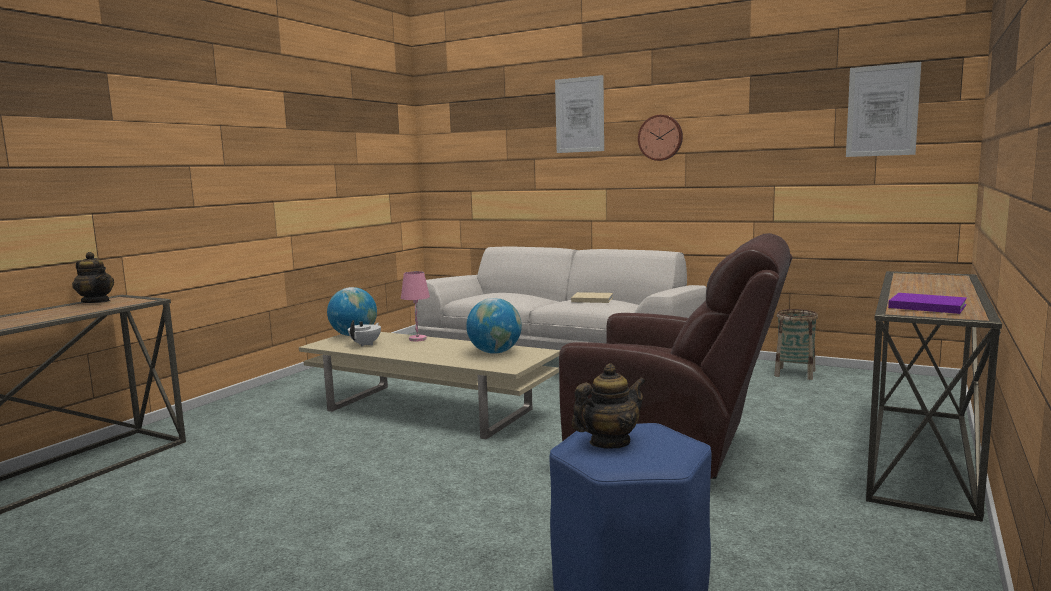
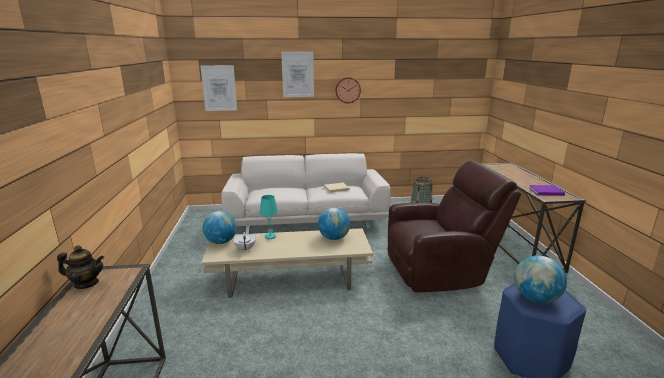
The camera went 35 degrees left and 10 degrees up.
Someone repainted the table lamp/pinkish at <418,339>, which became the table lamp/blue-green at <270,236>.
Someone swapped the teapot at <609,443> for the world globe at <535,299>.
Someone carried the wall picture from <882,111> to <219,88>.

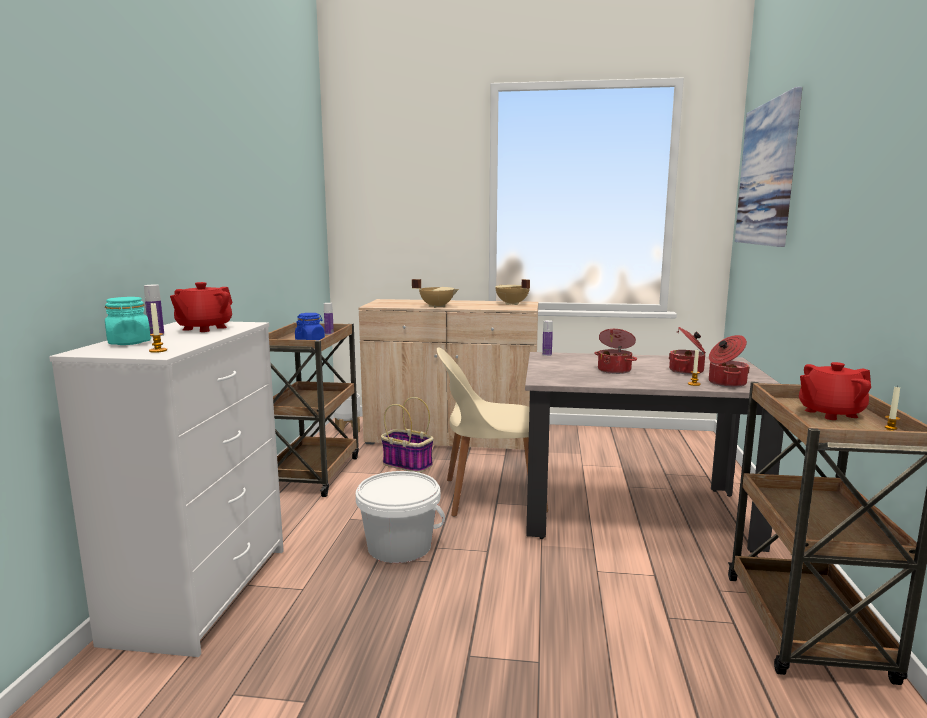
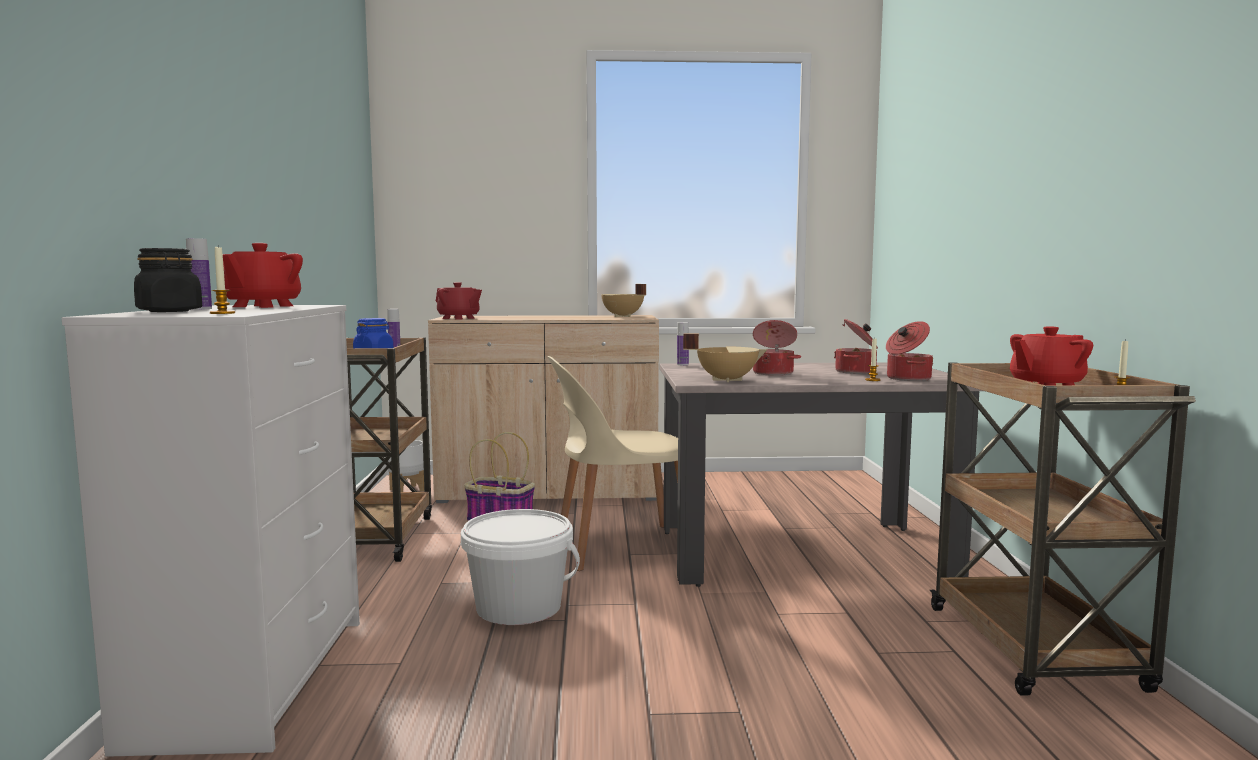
The camera went 10 degrees left and 5 degrees down.
Someone repainted the jar/blue-green at <129,343>, which became the jar/black-coloured at <169,311>.
Someone carried the cooking pot/beige from <437,306> to <726,380>.
Someone took away the wall picture at <767,174>.
Someone put down the teapot/red at <458,318>.

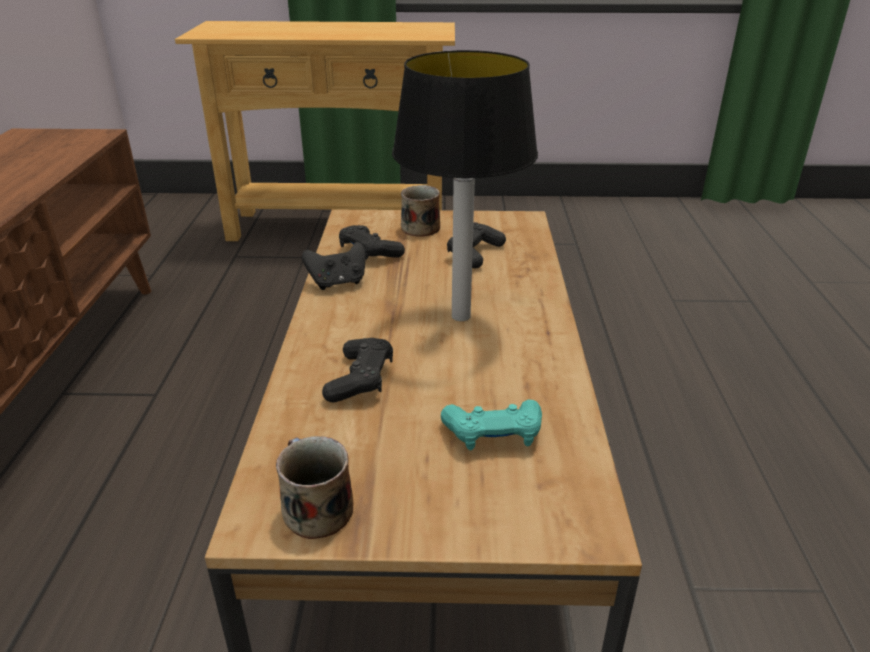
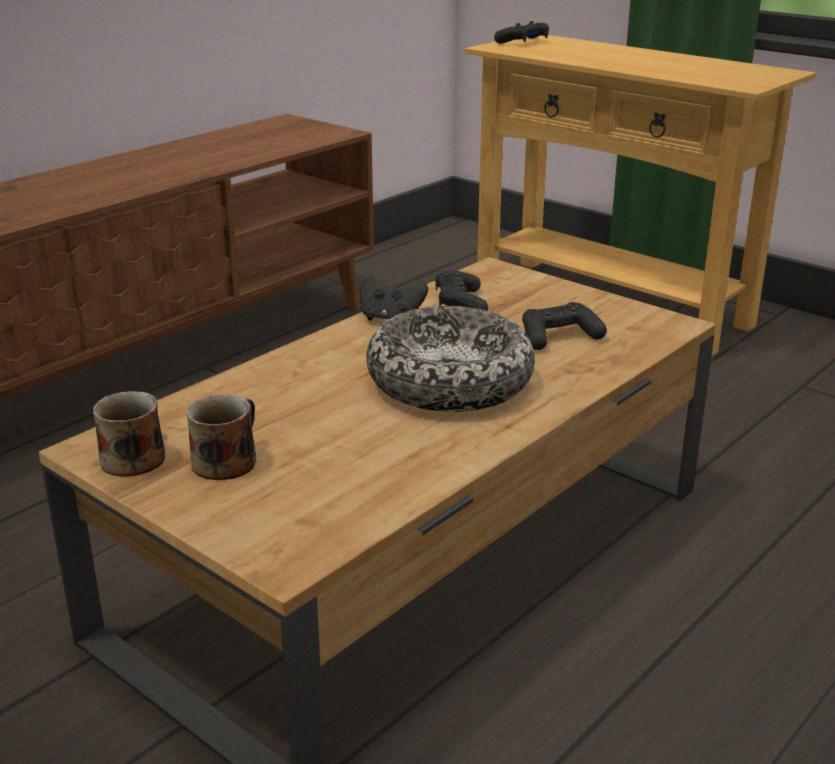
The camera went 40 degrees right and 5 degrees down.
Someone carried the joypad/black-coloured from <360,379> to <523,42>.
Someone swapped the table lamp at <459,316> for the bowl at <450,382>.
Someone carried the coffee mug from <419,227> to <226,461>.
Someone took away the joypad/blue-green at <493,434>.

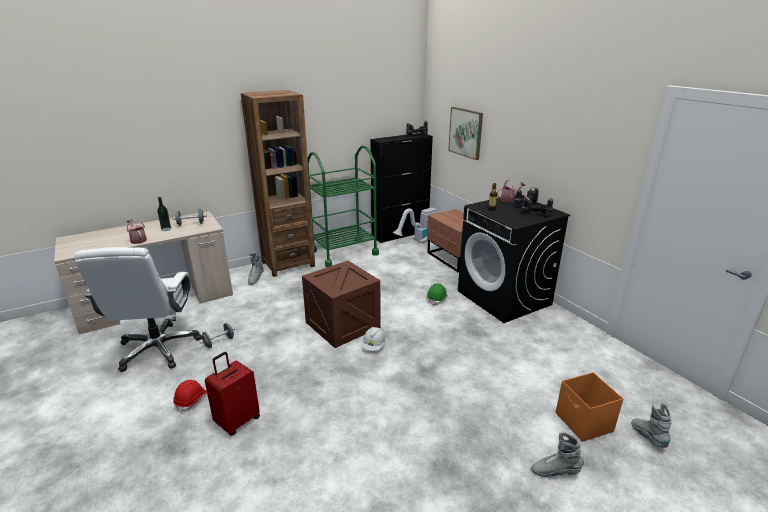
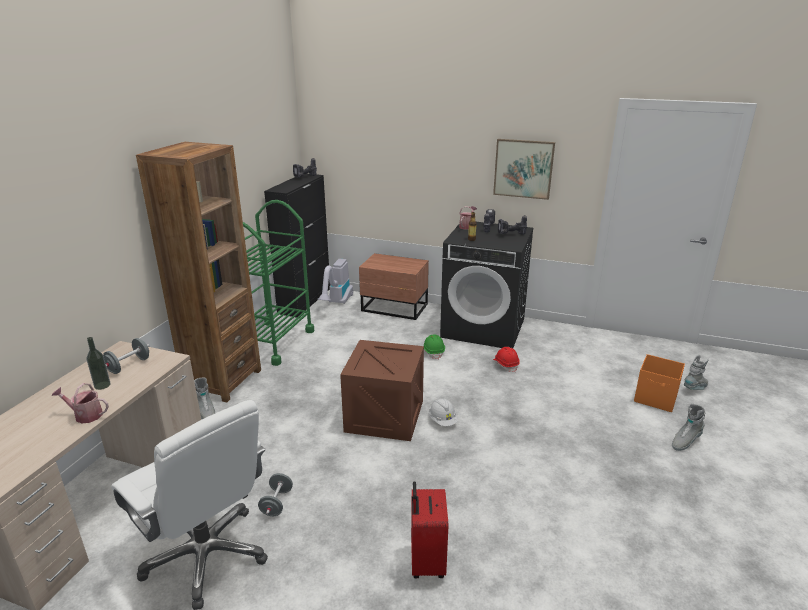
The camera went 40 degrees left and 0 degrees up.
Someone carried the work helmet/red from <191,400> to <506,364>.
Someone carried the wall picture from <466,132> to <523,168>.
Someone rotated the boot/greyish at <648,437> by 105 degrees clockwise.

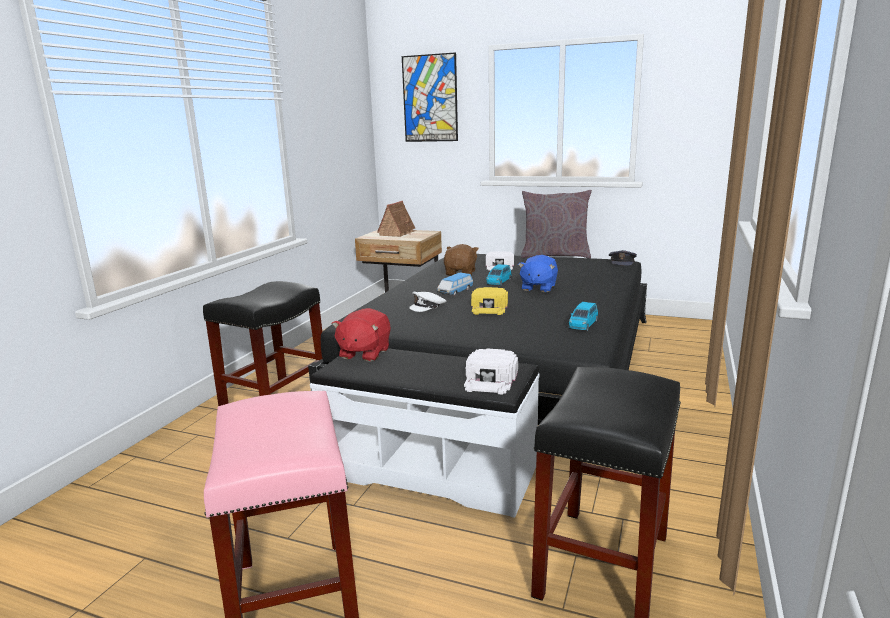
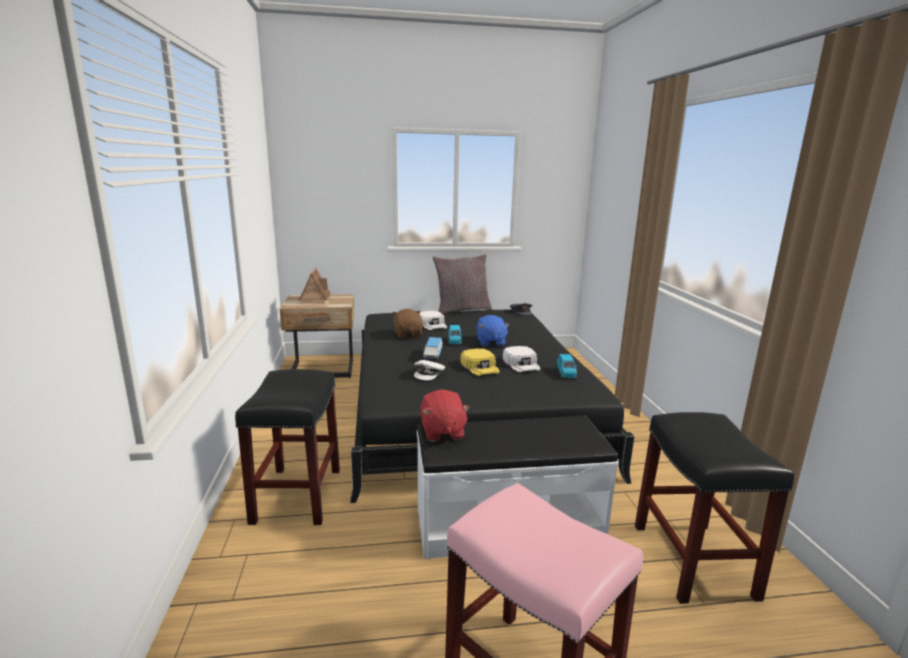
The camera went 30 degrees left and 0 degrees up.
Someone took away the wall picture at <430,98>.
Someone carried the cap/whitish from <491,378> to <521,364>.

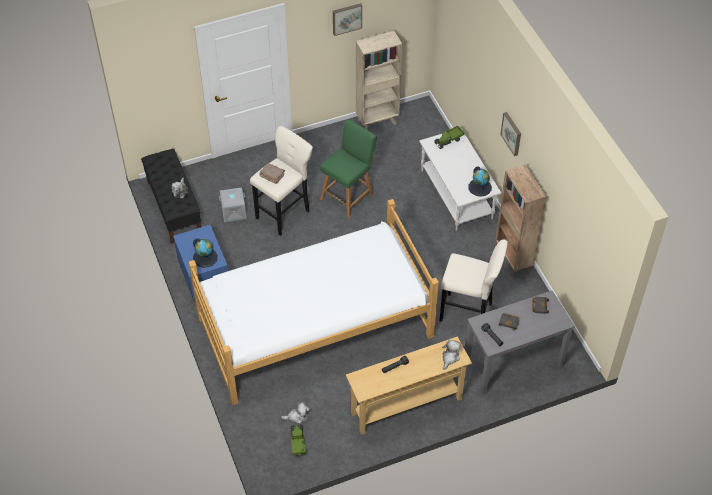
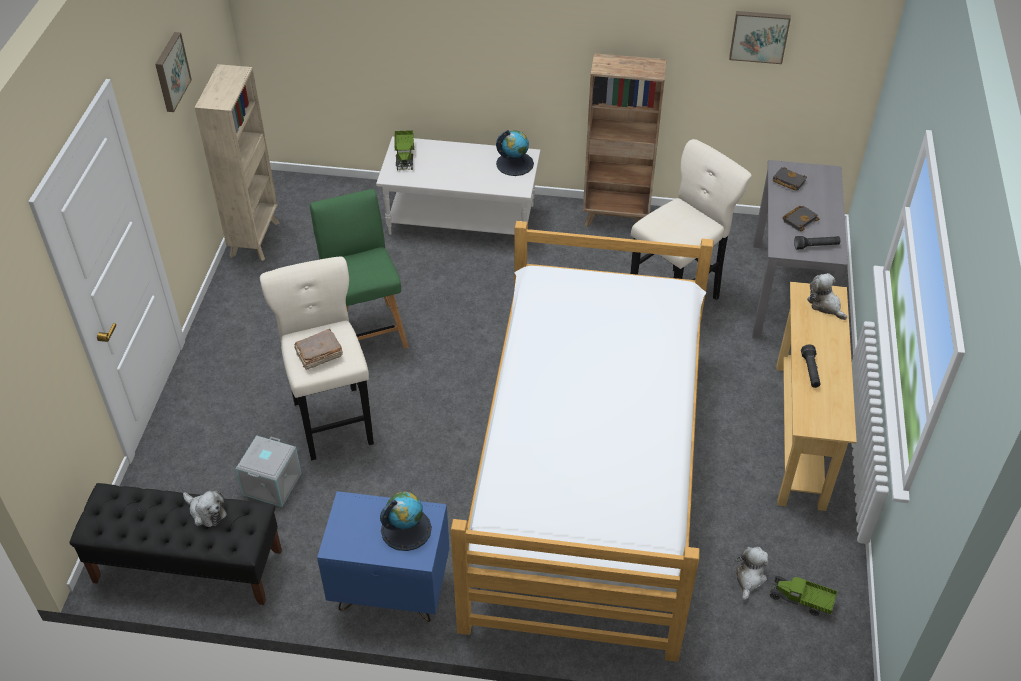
The camera went 60 degrees left and 5 degrees down.
Someone carried the wall picture from <512,133> to <759,36>.

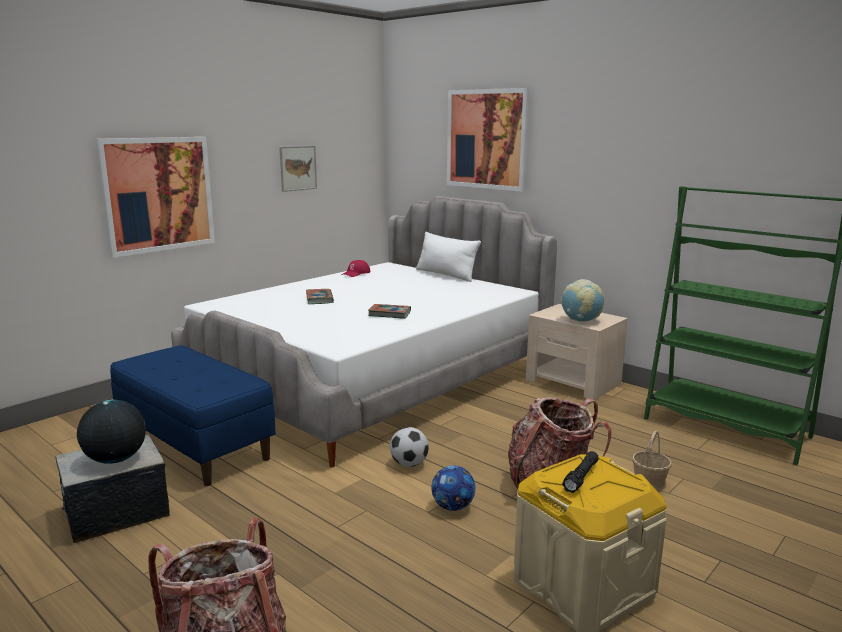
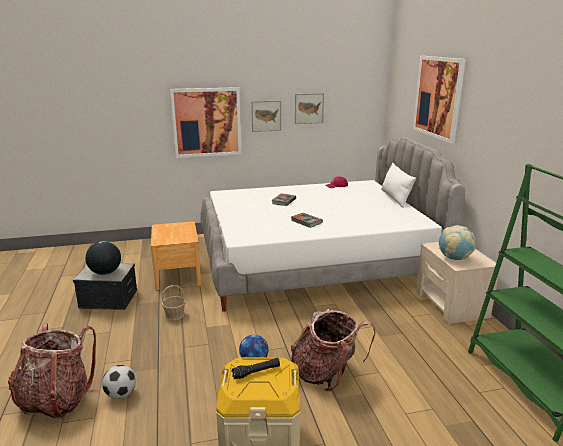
The camera went 35 degrees right and 5 degrees up.
Someone swapped the long seat/bluish at <195,445> for the bedside table/brown-coloured at <177,275>.
Someone carried the football ball from <409,464> to <121,394>.
Someone carried the basket from <649,481> to <175,315>.
Someone put up the wall picture at <266,116>.

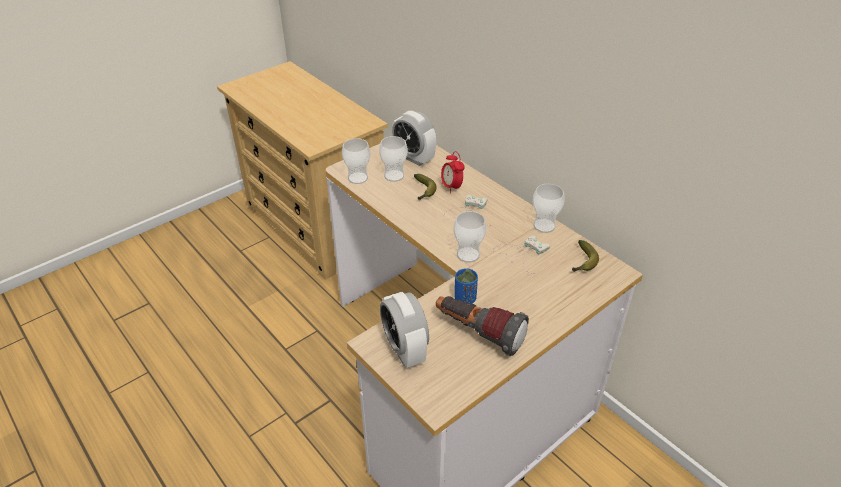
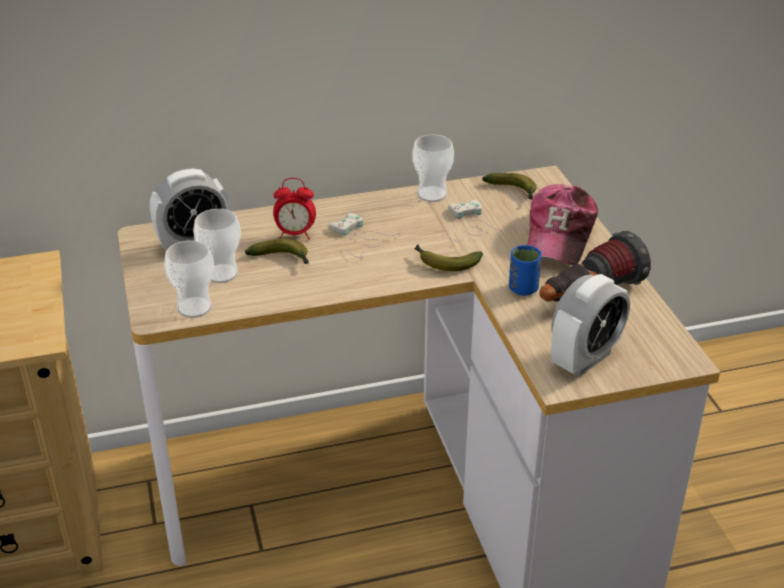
The camera went 65 degrees left and 5 degrees down.
Someone rotated the bedside clock at <404,349> by 45 degrees counterclockwise.
Someone swapped the drinking cup at <468,255> for the whole banana at <444,263>.
Someone put down the cap at <559,236>.

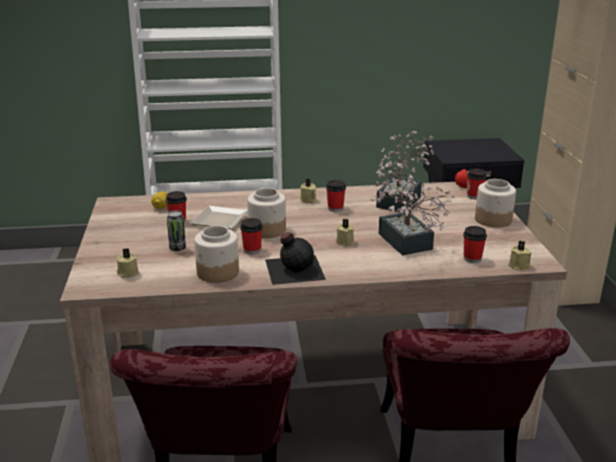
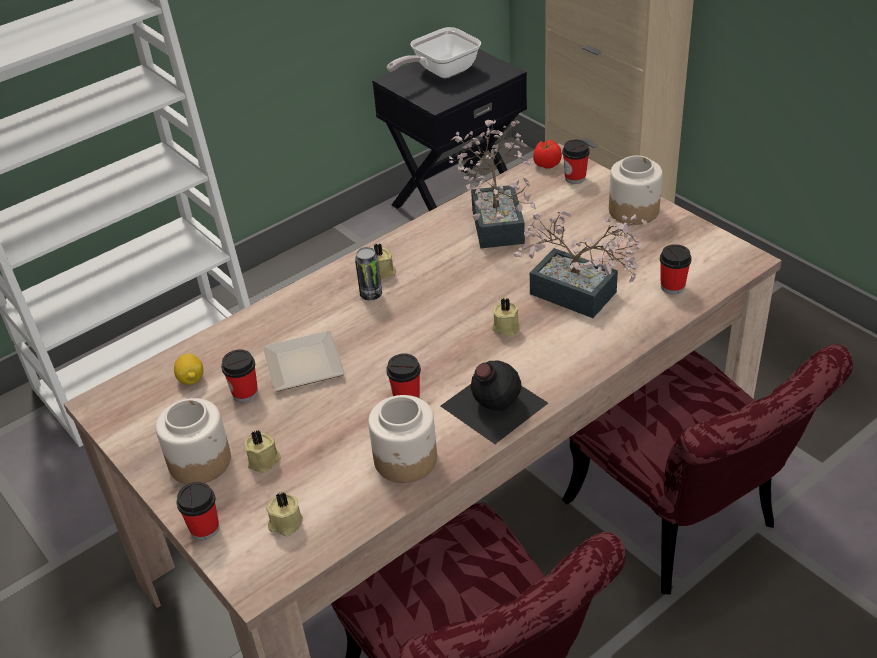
The camera went 30 degrees left and 15 degrees up.
Someone carried the sealed can from <177,248> to <371,295>.
Someone carried the jar from <267,230> to <200,461>.
Someone carried the drinking cup from <335,208> to <205,529>.
Someone carried the candle/beige from <519,266> to <264,461>.
Someone put down the pan at <440,72>.

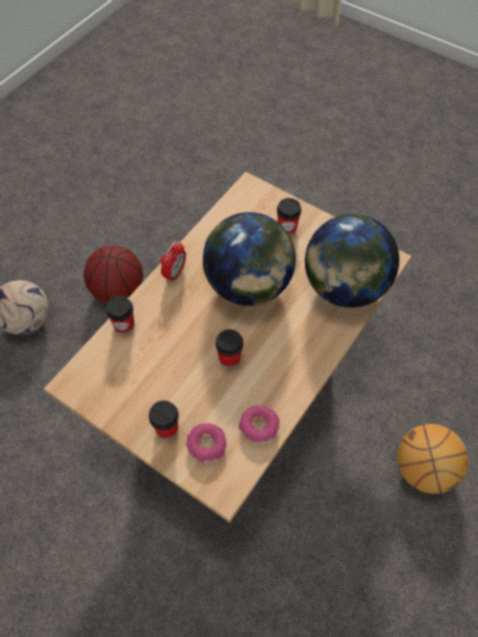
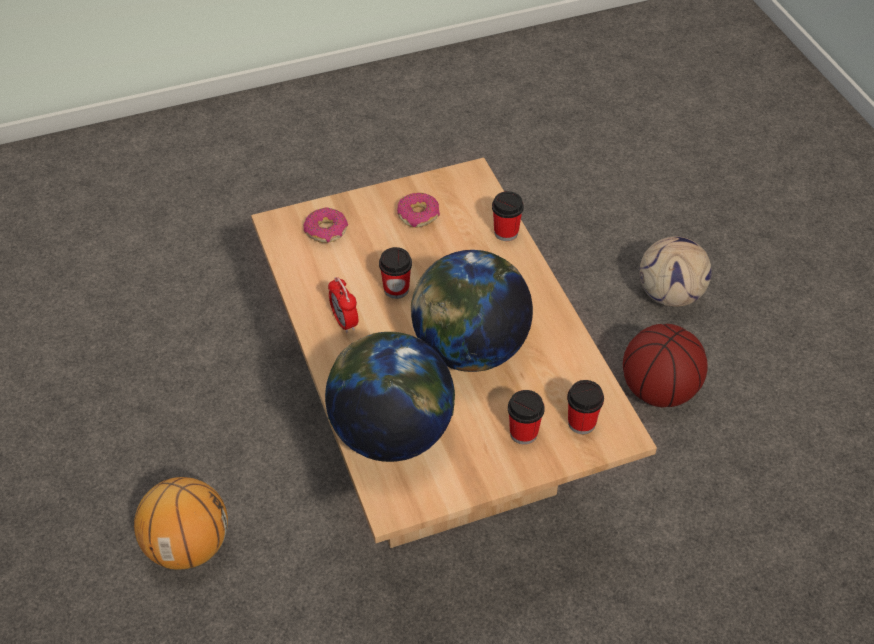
The camera went 125 degrees right and 10 degrees down.
Someone carried the drinking cup from <167,428> to <581,423>.
Someone carried the bedside clock from <175,273> to <344,322>.
Someone carried the doughnut from <259,427> to <418,215>.

